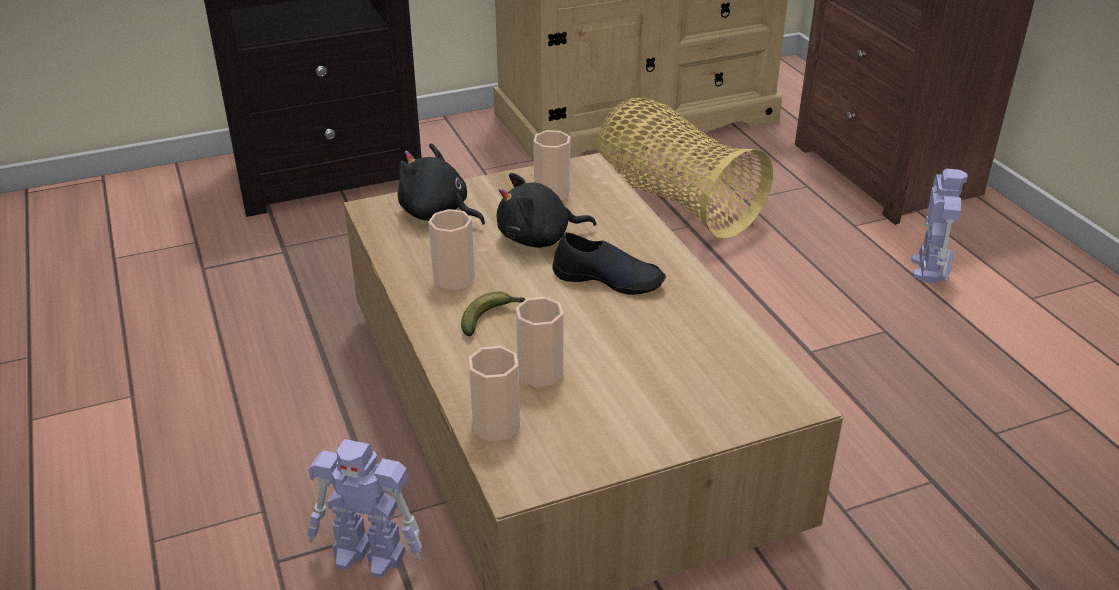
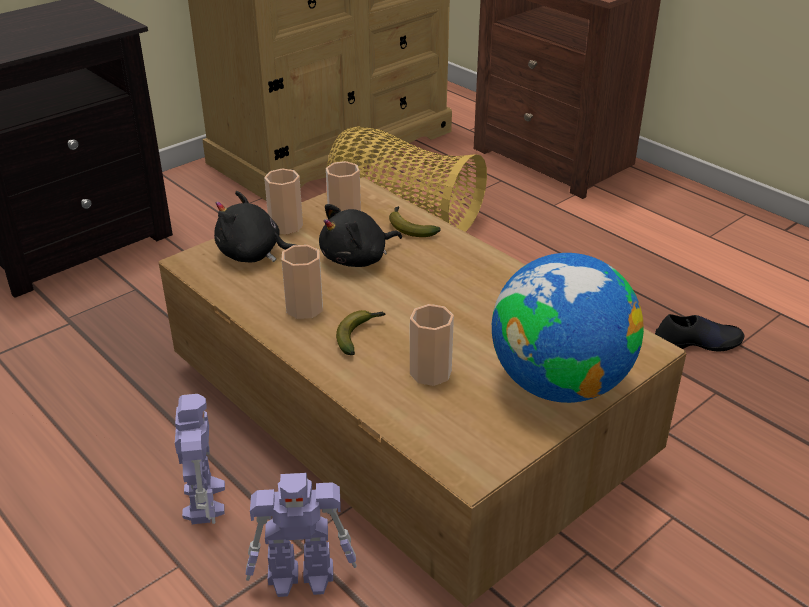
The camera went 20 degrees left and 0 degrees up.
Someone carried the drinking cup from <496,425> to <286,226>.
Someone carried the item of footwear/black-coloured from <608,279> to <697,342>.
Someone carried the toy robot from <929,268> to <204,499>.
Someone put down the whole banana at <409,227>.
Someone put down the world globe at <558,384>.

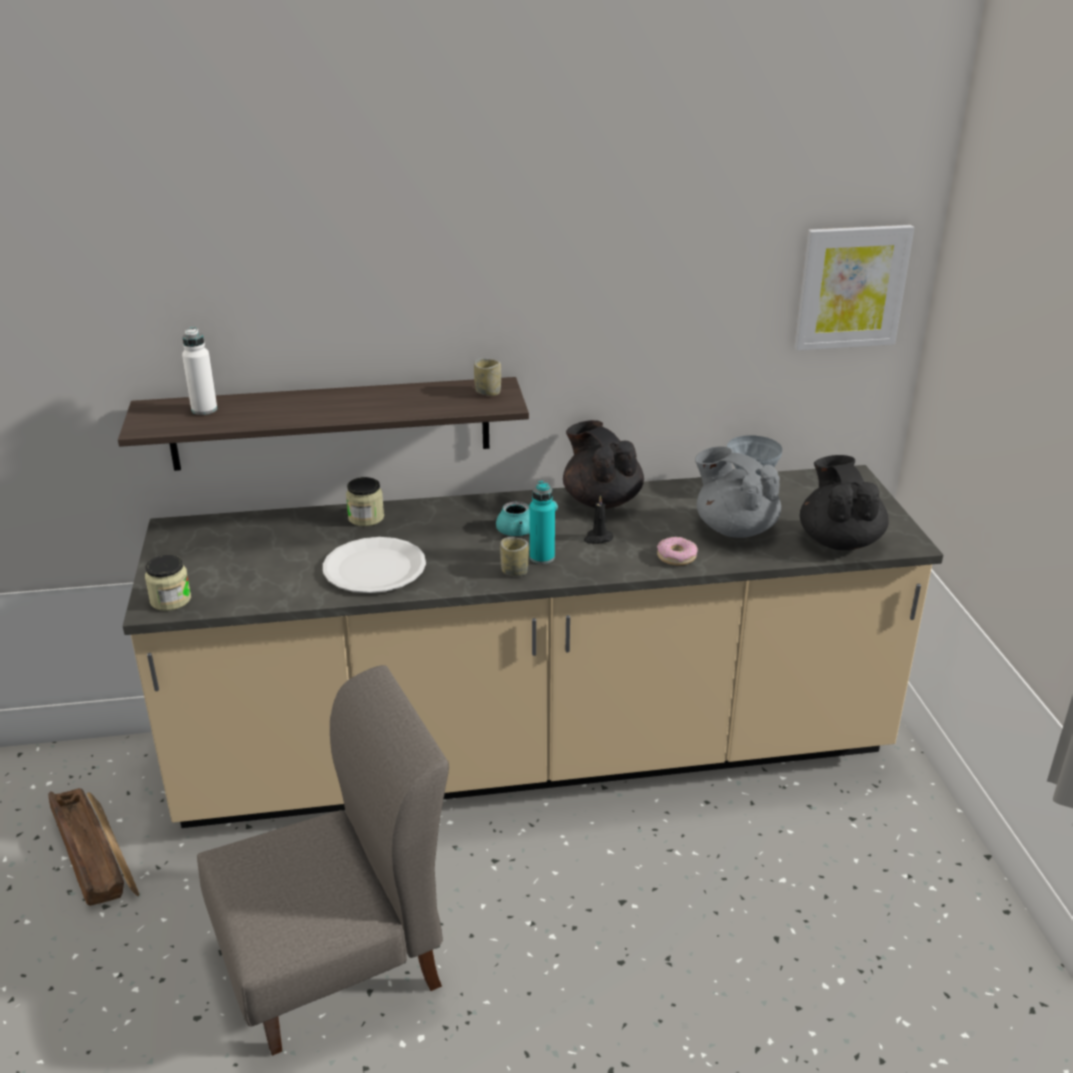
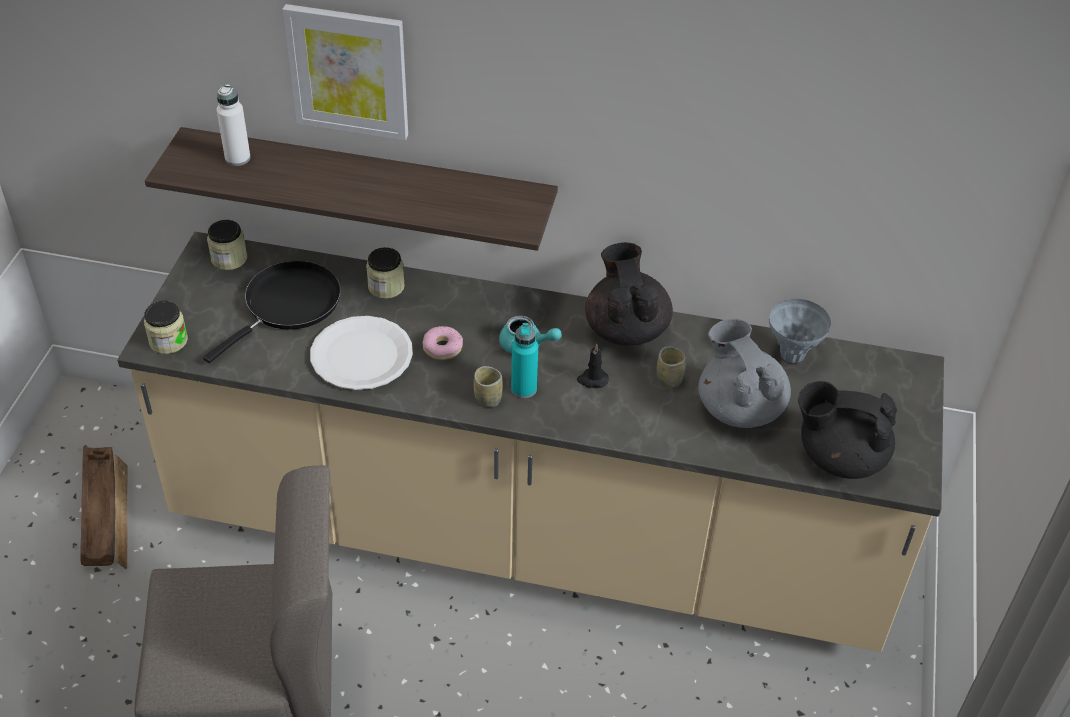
The camera went 20 degrees right and 15 degrees up.
Someone carried the drinking cup from <488,392> to <669,379>.
Someone carried the doughnut from <676,556> to <442,347>.
Someone carried the wall picture from <851,287> to <348,71>.
Someone rotated the teapot/black-coloured at <839,540> by 90 degrees counterclockwise.
Someone put down the pan/black-coloured at <288,305>.
Someone put down the jar at <229,259>.

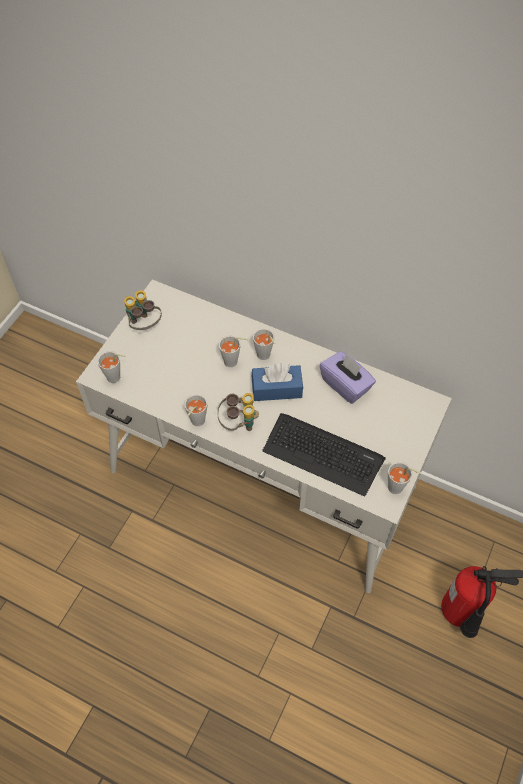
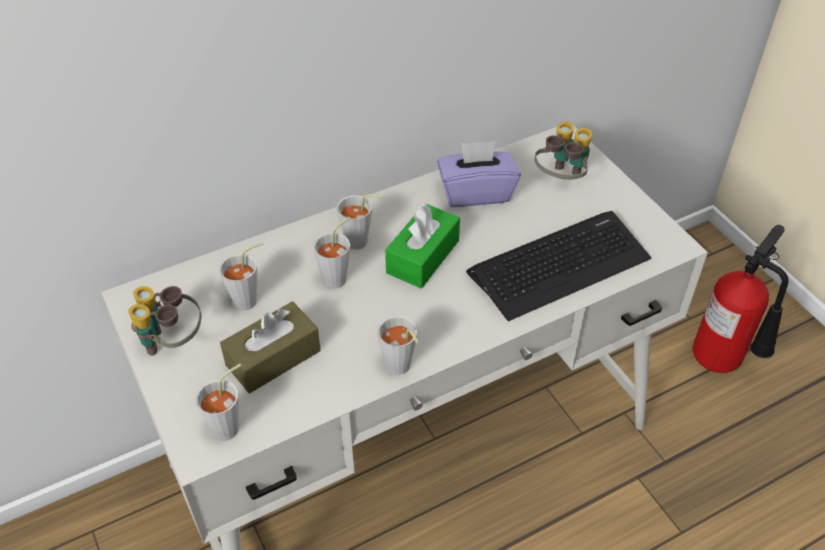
The camera went 55 degrees left and 10 degrees down.
Someone carried the binoculars from <238,423> to <561,180>.
Someone repainted the box of tissues/bluish at <277,389>, which became the box of tissues/green-coloured at <423,256>.
Someone carried the drinking cup/greyish from <398,489> to <250,299>.
Someone put down the box of tissues/brown-coloured at <273,358>.

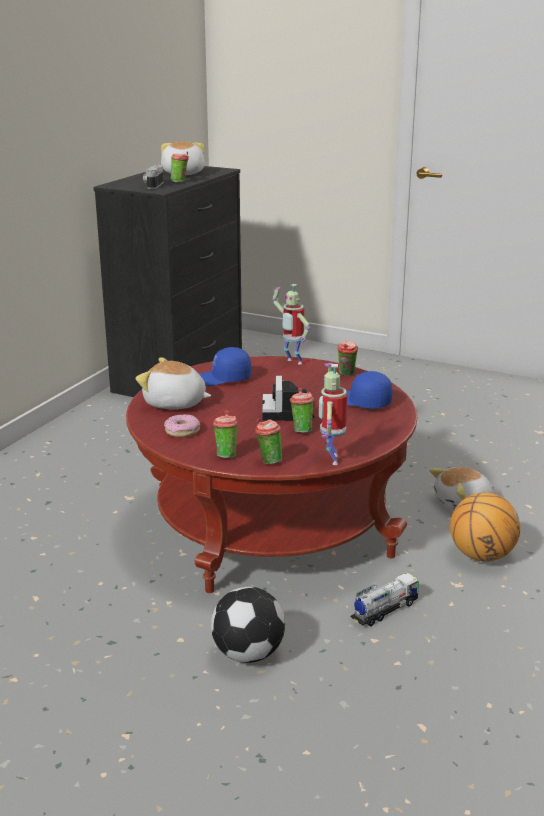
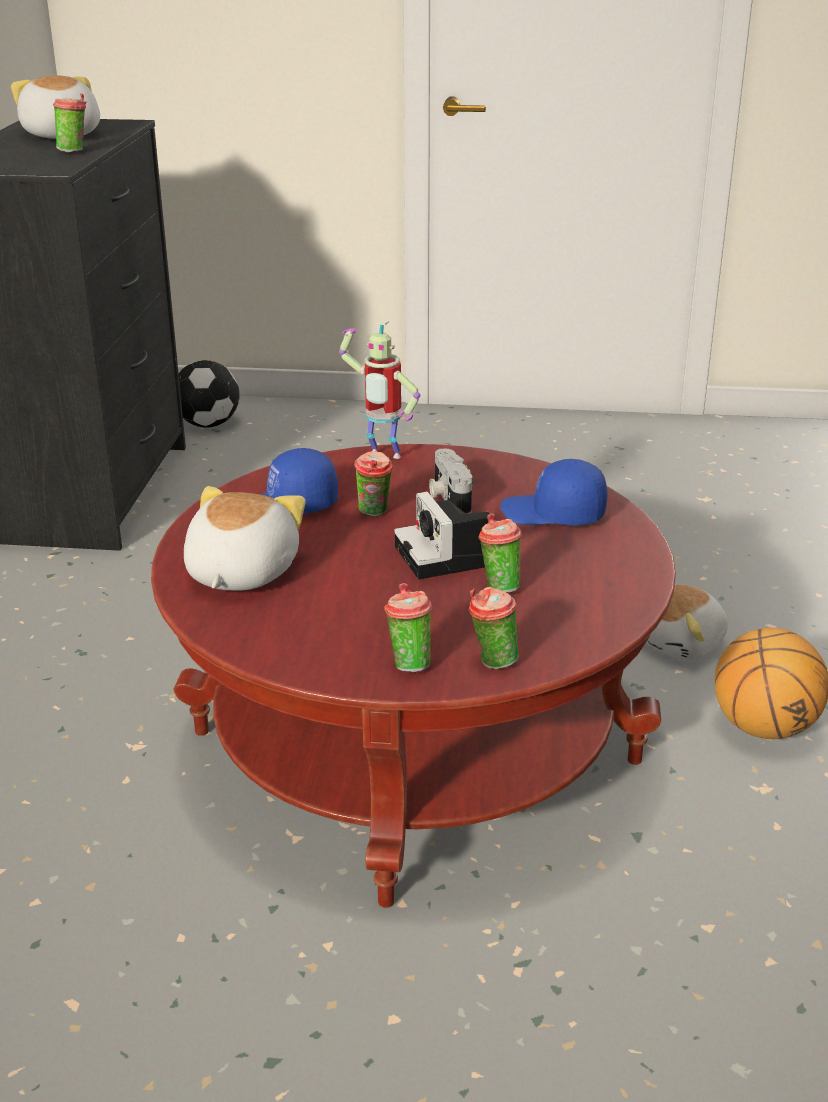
The camera went 20 degrees left and 5 degrees up.
Someone rotated the plush toy at <175,403> by 105 degrees clockwise.
Someone carried the still camera from <153,185> to <448,497>.
Someone took away the doughnut at <182,431>.
Someone carried the football ball from <248,653> to <208,424>.
Someone took away the toy robot at <331,459>.
Someone carried the drinking cup from <346,374> to <374,513>.
Someone took away the toy lorry at <384,610>.

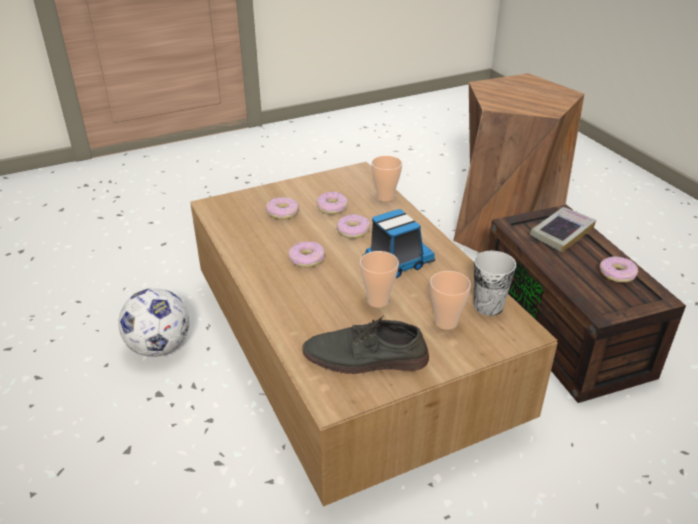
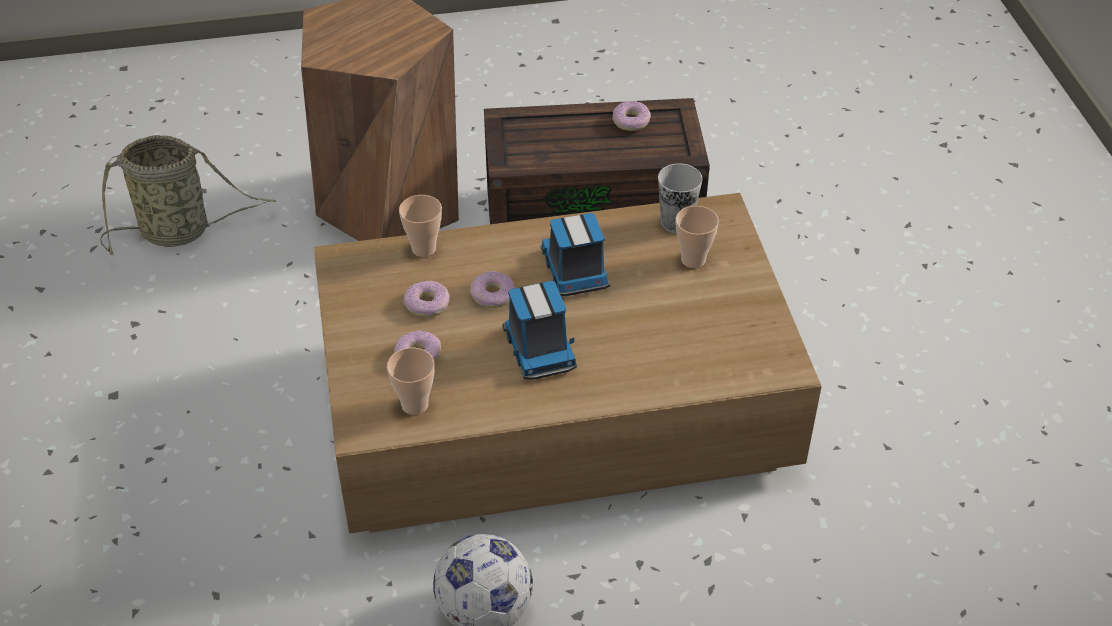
The camera went 75 degrees left and 10 degrees up.
Someone swapped the doughnut at <307,259> for the toy lorry at <539,348>.
Someone took away the item of footwear/greyish at <365,358>.
Someone carried the drinking cup from <378,301> to <415,404>.
Someone took away the bound book at <561,233>.
Someone put down the basket at <180,231>.

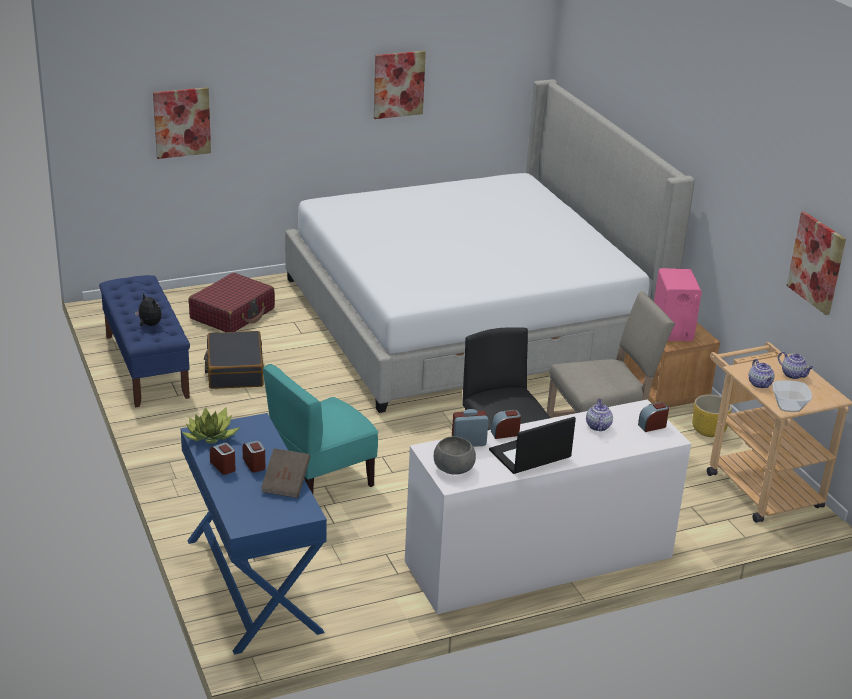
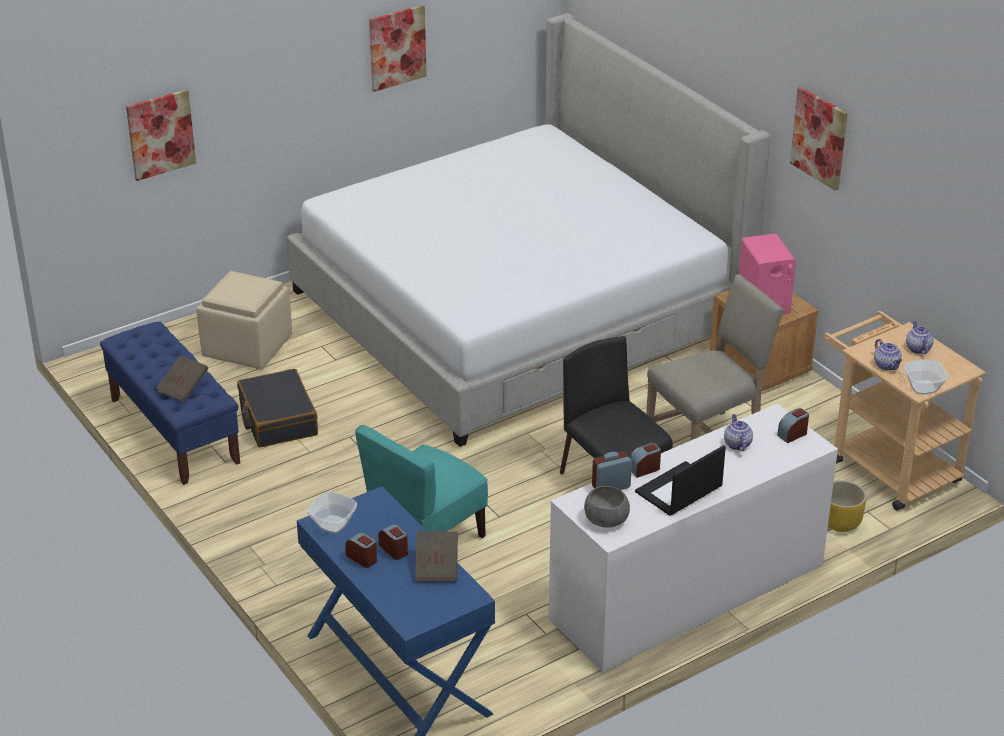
The camera went 10 degrees left and 5 degrees up.
Someone swapped the plush toy at <149,325> for the bound book/brown-coloured at <183,388>.
Someone swapped the plant in a pot at <211,436> for the bowl at <334,524>.
Someone swapped the piece of luggage/red at <233,314> for the pouffe/beige at <247,346>.
Someone carried the flower pot/yellow from <709,431> to <840,523>.
Someone rotated the teapot at <793,375> by 135 degrees counterclockwise.
Someone carried the wall picture from <817,262> to <819,138>.

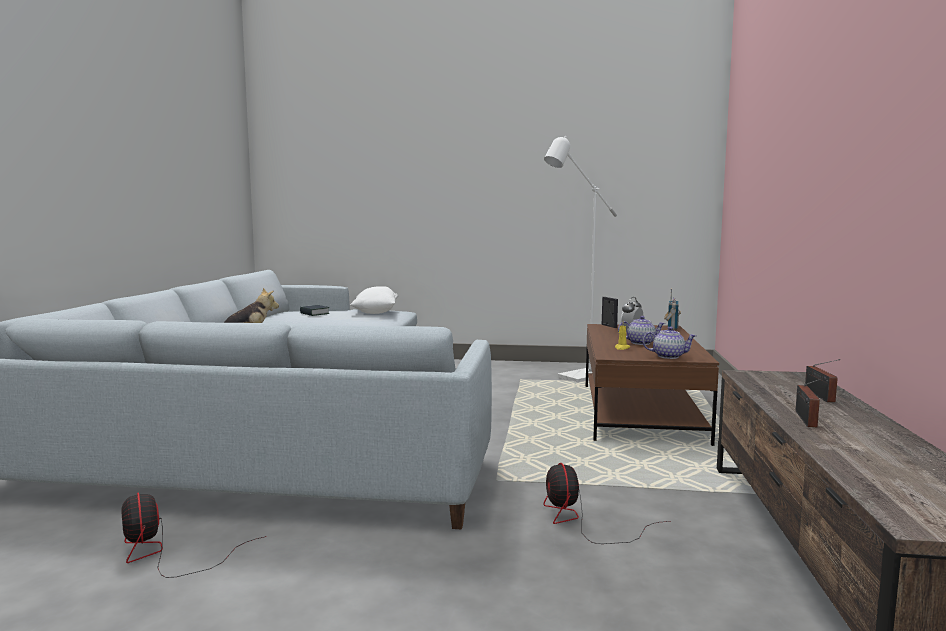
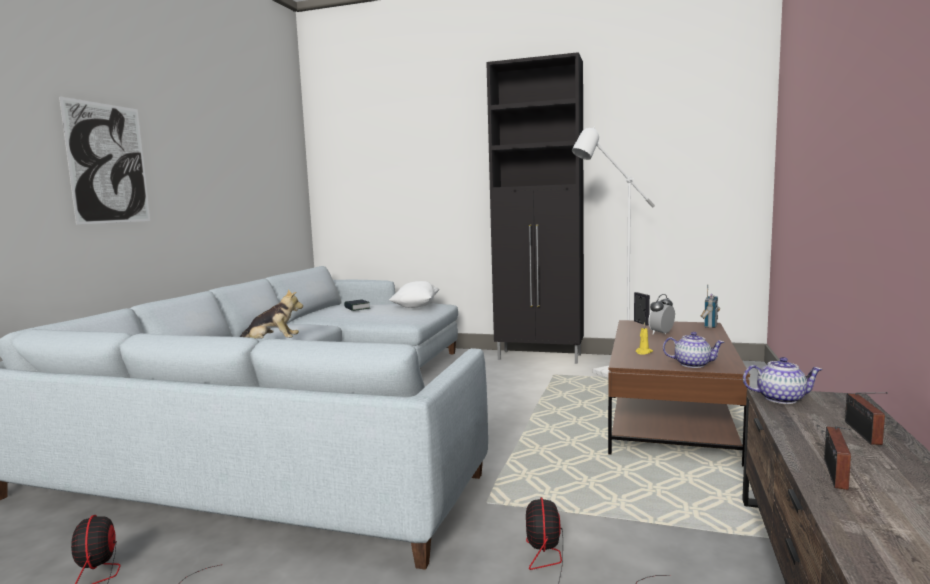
The camera went 10 degrees right and 0 degrees up.
Someone carried the teapot from <641,343> to <781,398>.
Someone put up the wall picture at <108,163>.
Someone put down the storage cabinet/black-coloured at <540,357>.

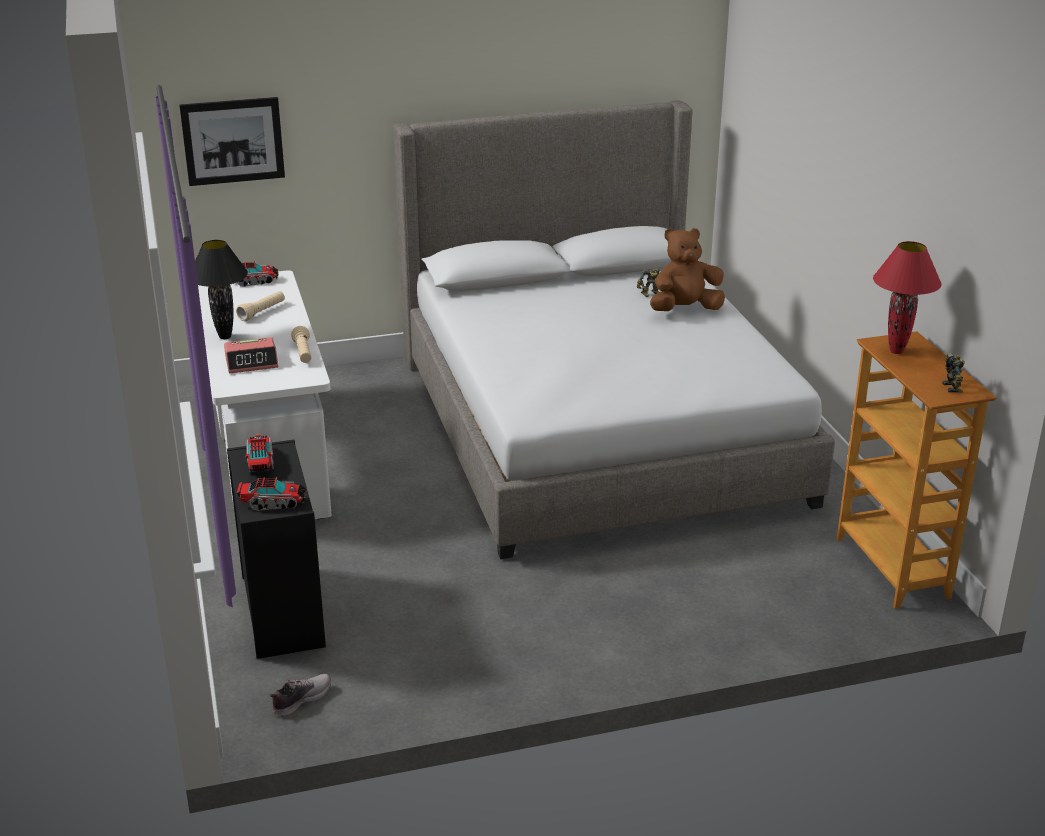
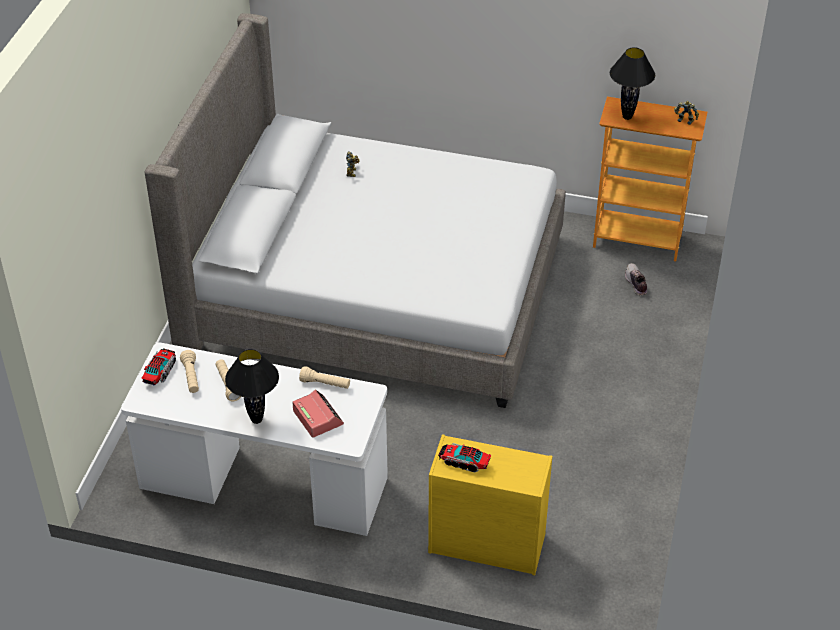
The camera went 60 degrees left and 15 degrees up.
Someone took away the wall picture at <233,141>.
Someone rotated the bedside clock at <252,362> by 45 degrees counterclockwise.
Someone repainted the chest of drawers/black-coloured at <282,609>, which became the chest of drawers/yellow at <485,543>.
Someone took away the toy lorry at <273,503>.
Someone carried the item of footwear from <300,700> to <635,283>.
Someone took away the plush toy/brown-coloured at <684,309>.
Someone repainted the table lamp/red at <896,351>, which became the table lamp/black-coloured at <626,117>.
Someone put down the hand torch/beige at <191,377>.

